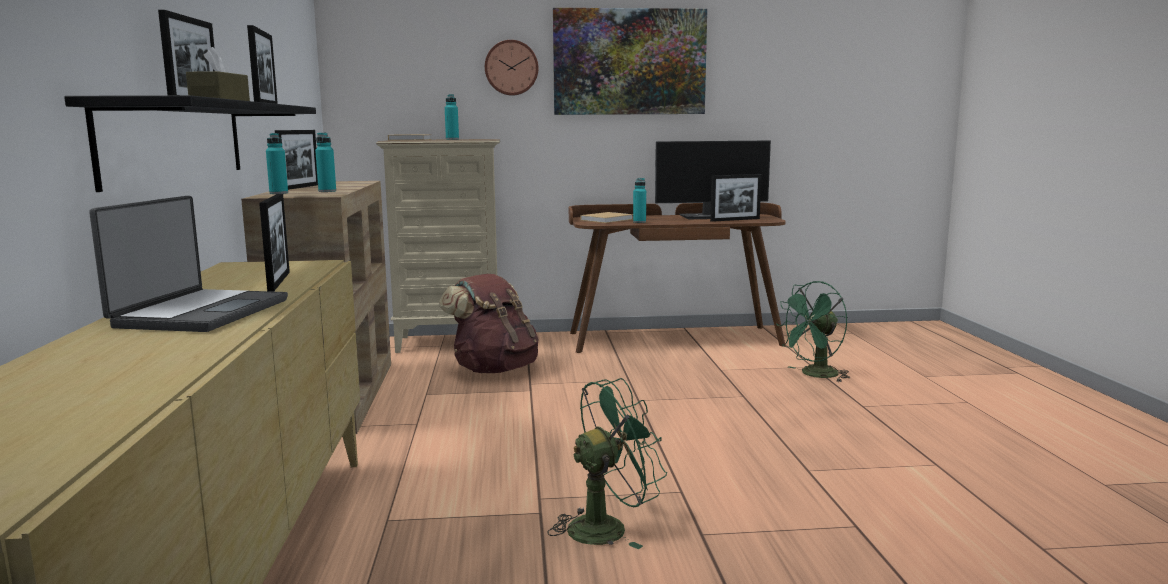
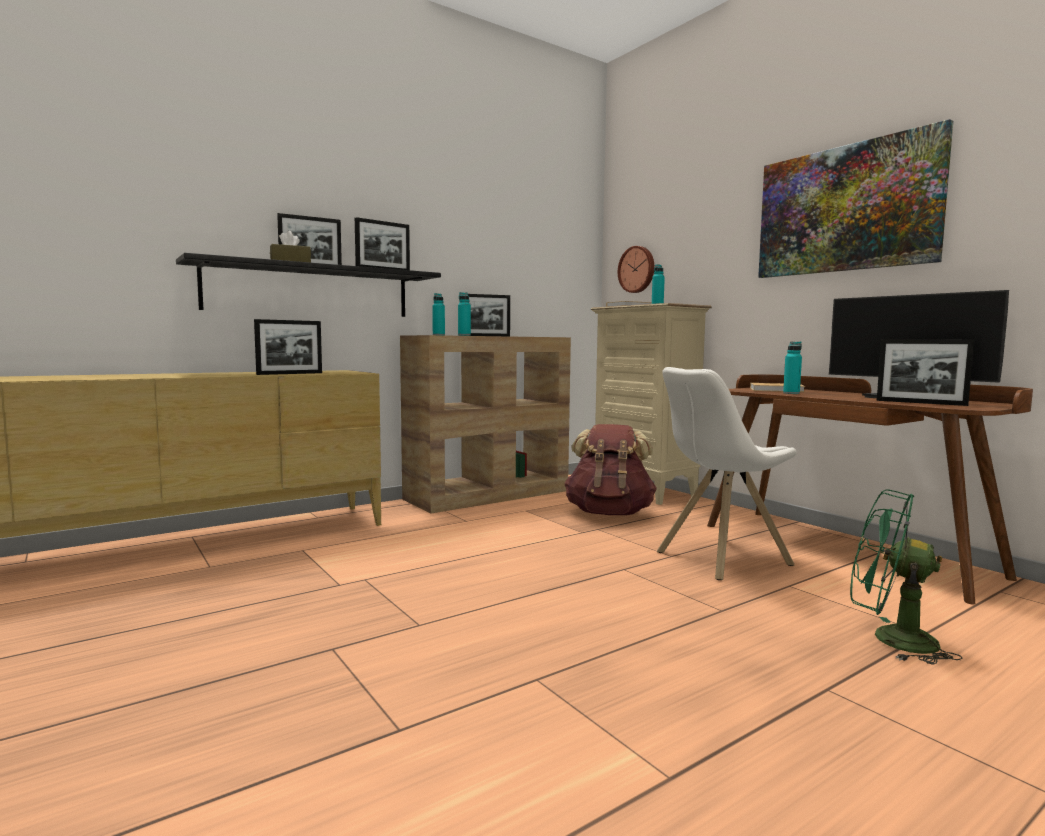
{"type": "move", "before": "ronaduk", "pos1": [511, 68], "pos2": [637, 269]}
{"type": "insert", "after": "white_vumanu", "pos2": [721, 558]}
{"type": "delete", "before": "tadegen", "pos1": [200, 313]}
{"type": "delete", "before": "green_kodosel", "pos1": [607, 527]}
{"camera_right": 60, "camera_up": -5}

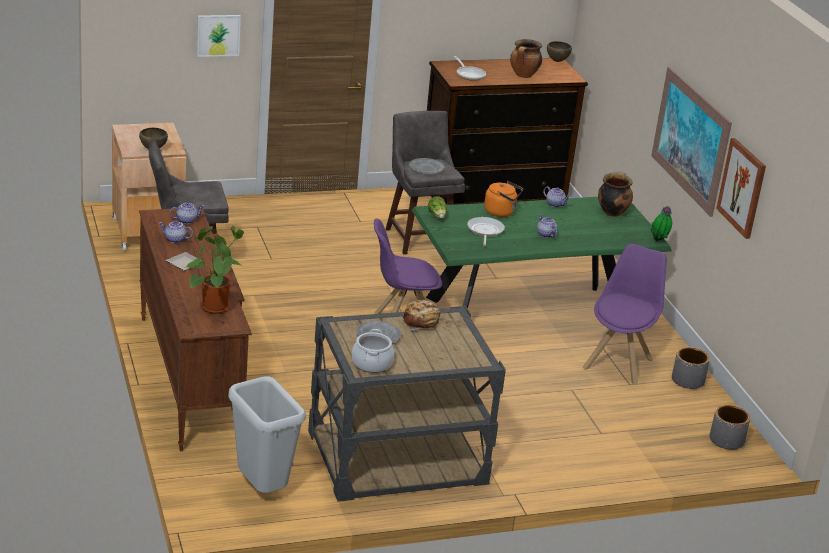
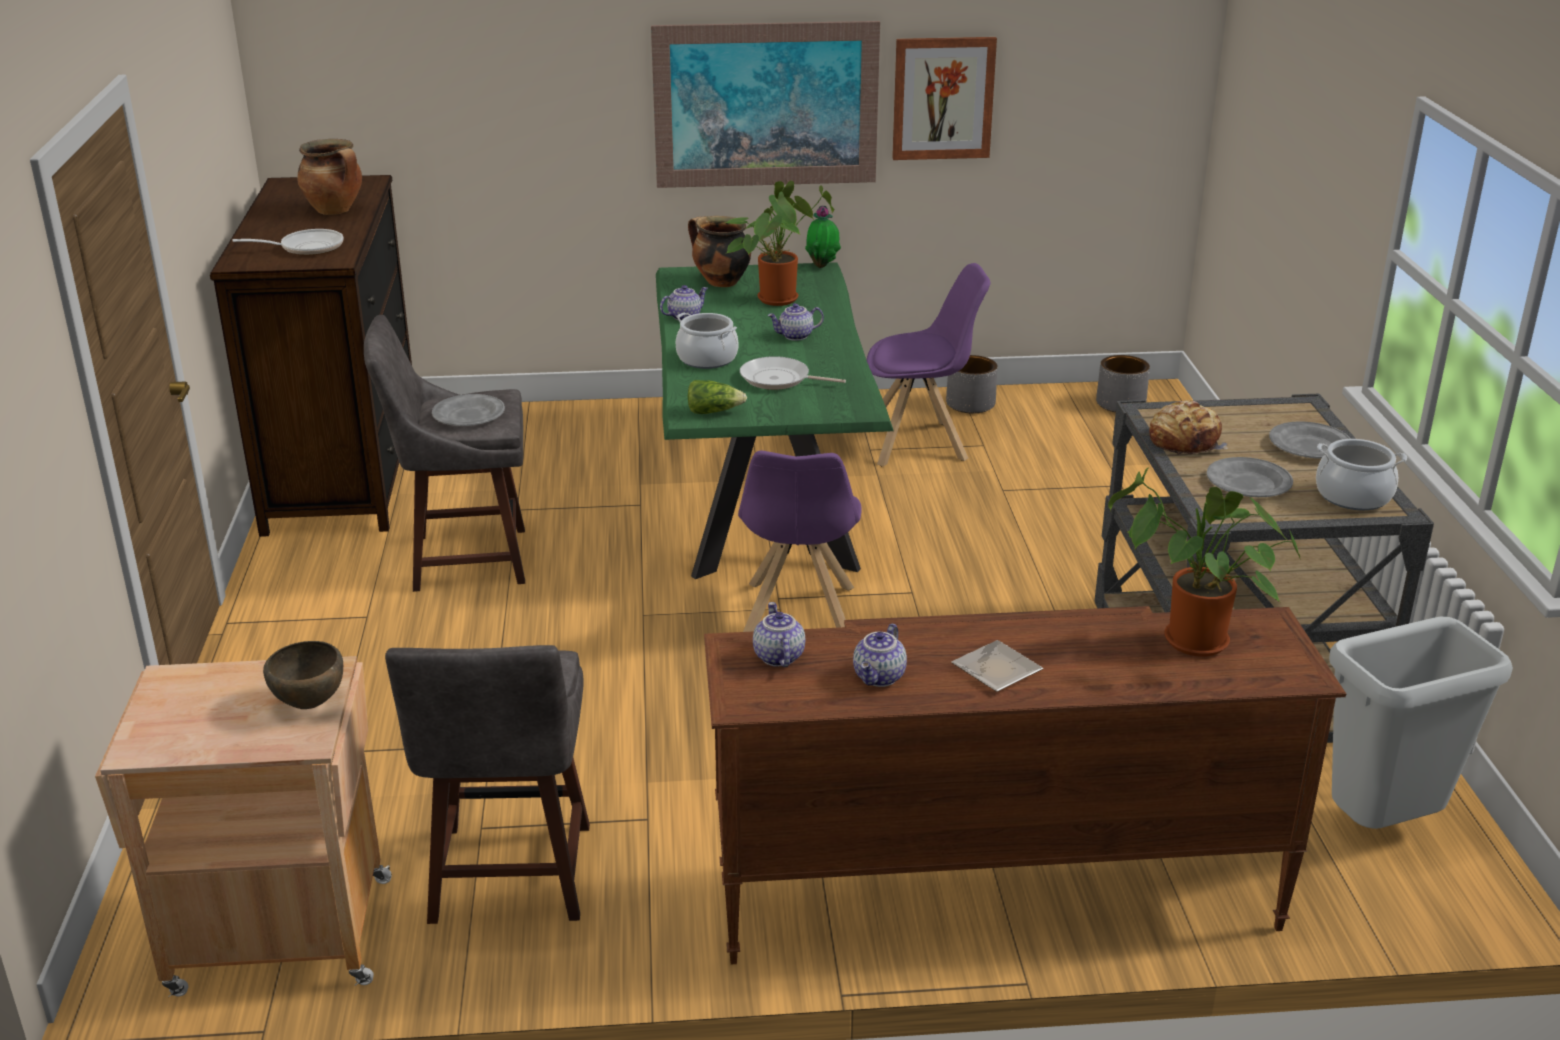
{"type": "replace", "before": "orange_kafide", "after": "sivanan", "pos1": [501, 212], "pos2": [707, 359]}
{"type": "insert", "after": "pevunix", "pos2": [778, 297]}
{"type": "rotate", "before": "purple_vumanu", "pos1": [619, 362], "pos2": [920, 443], "turn": 135}
{"type": "insert", "after": "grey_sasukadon", "pos2": [1309, 446]}
{"type": "delete", "before": "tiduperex", "pos1": [218, 35]}
{"type": "delete", "before": "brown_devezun", "pos1": [557, 61]}
{"camera_right": -75, "camera_up": 0}

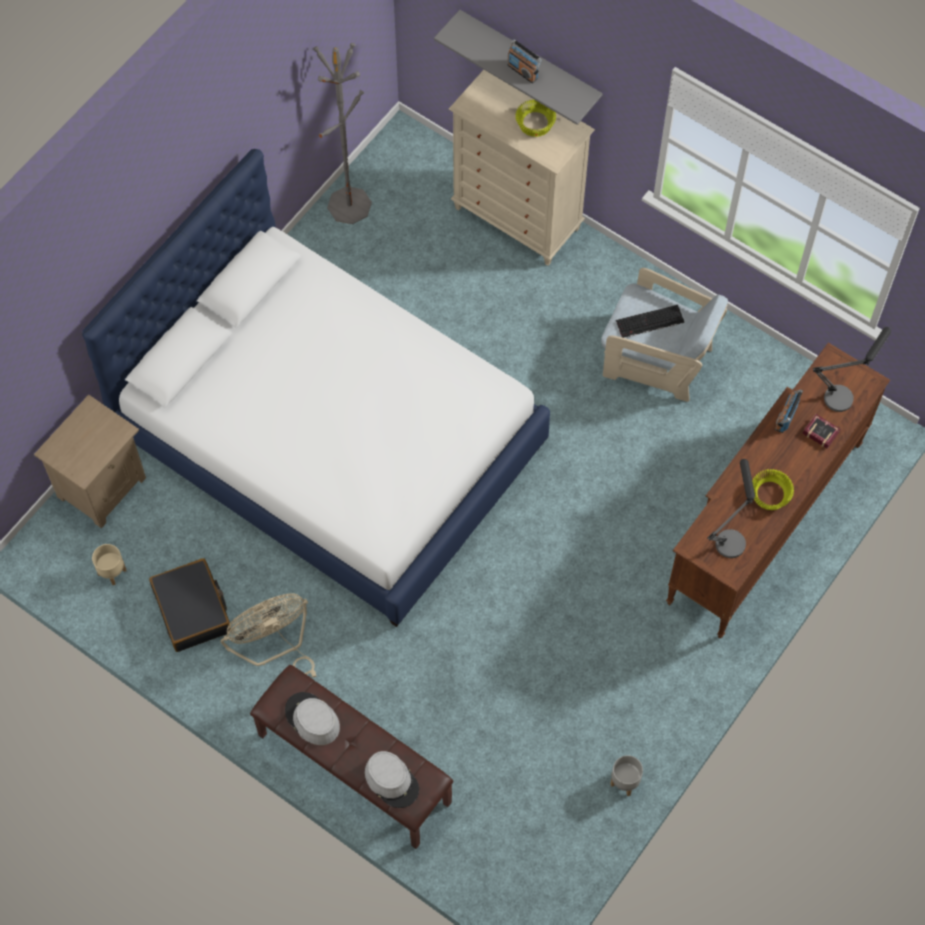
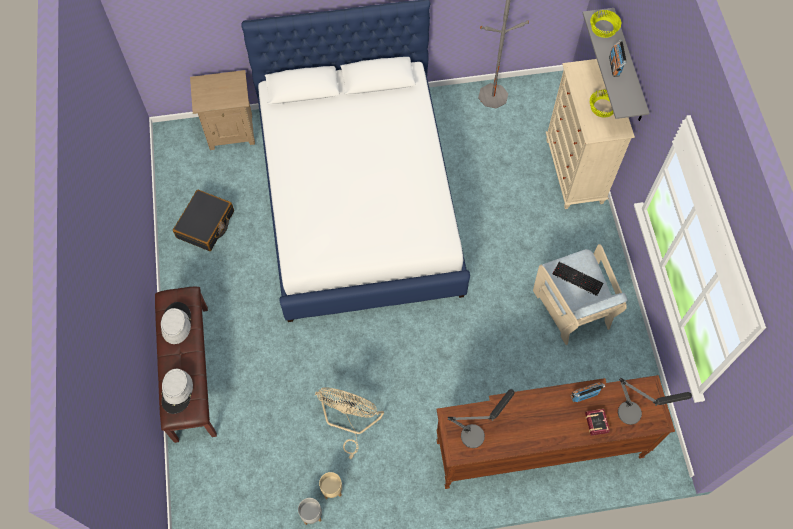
{"type": "move", "before": "beige_kodosel", "pos1": [277, 644], "pos2": [348, 421]}
{"type": "move", "before": "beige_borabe", "pos1": [112, 572], "pos2": [331, 489]}
{"type": "move", "before": "yellow_devezun", "pos1": [771, 494], "pos2": [604, 28]}
{"camera_right": 45, "camera_up": 0}

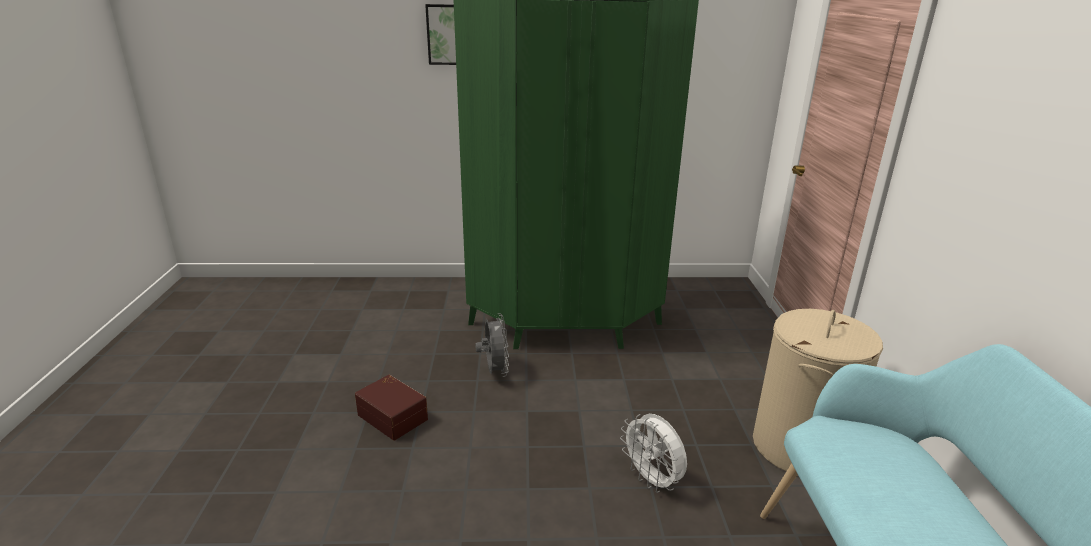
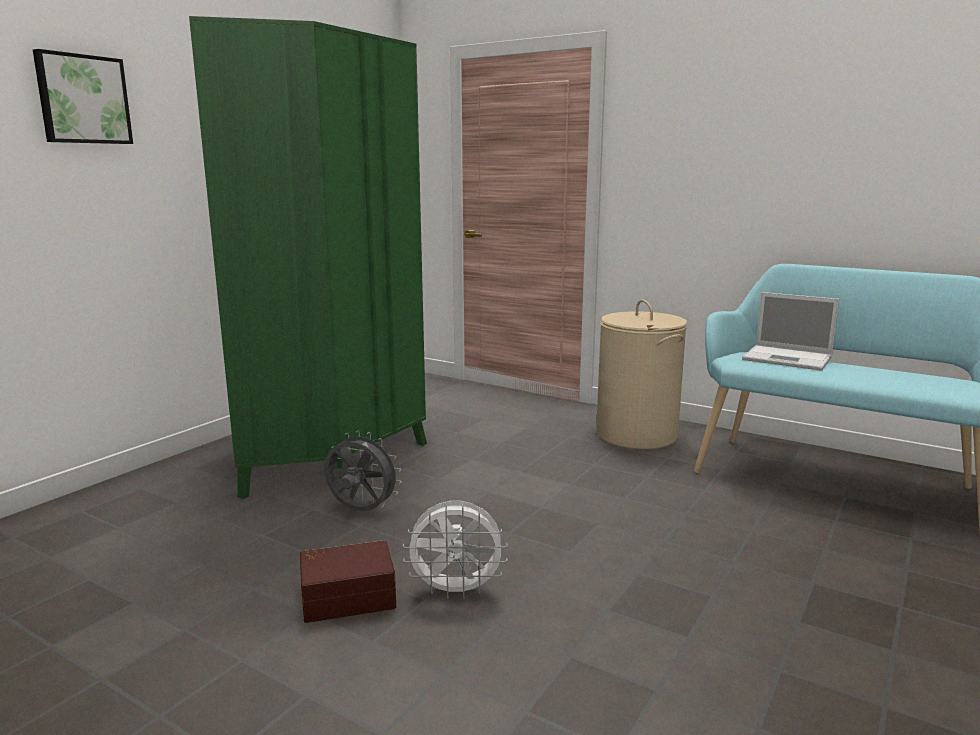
{"type": "move", "before": "white_kodosel", "pos1": [652, 480], "pos2": [456, 591]}
{"type": "insert", "after": "tadegen", "pos2": [789, 358]}
{"camera_right": -55, "camera_up": -10}

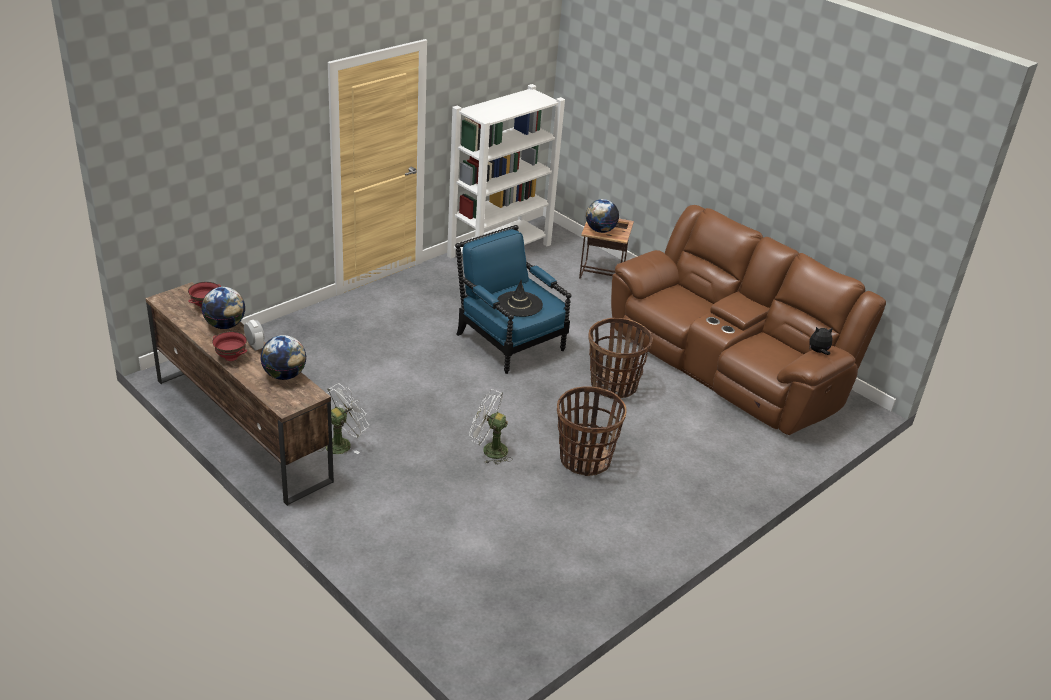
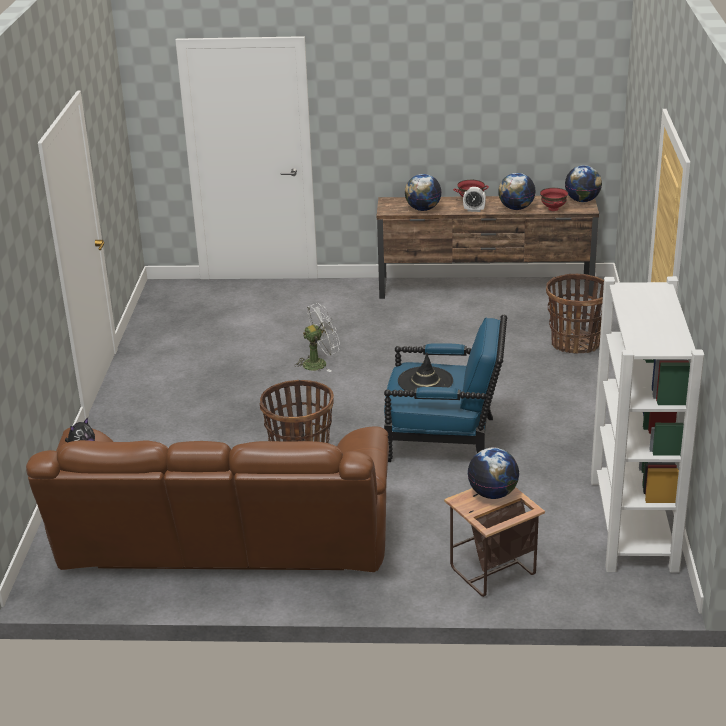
{"type": "move", "before": "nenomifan", "pos1": [584, 460], "pos2": [575, 343]}
{"type": "insert", "after": "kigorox", "pos2": [582, 200]}
{"type": "delete", "before": "white_kodosel", "pos1": [342, 443]}
{"camera_right": 140, "camera_up": -5}

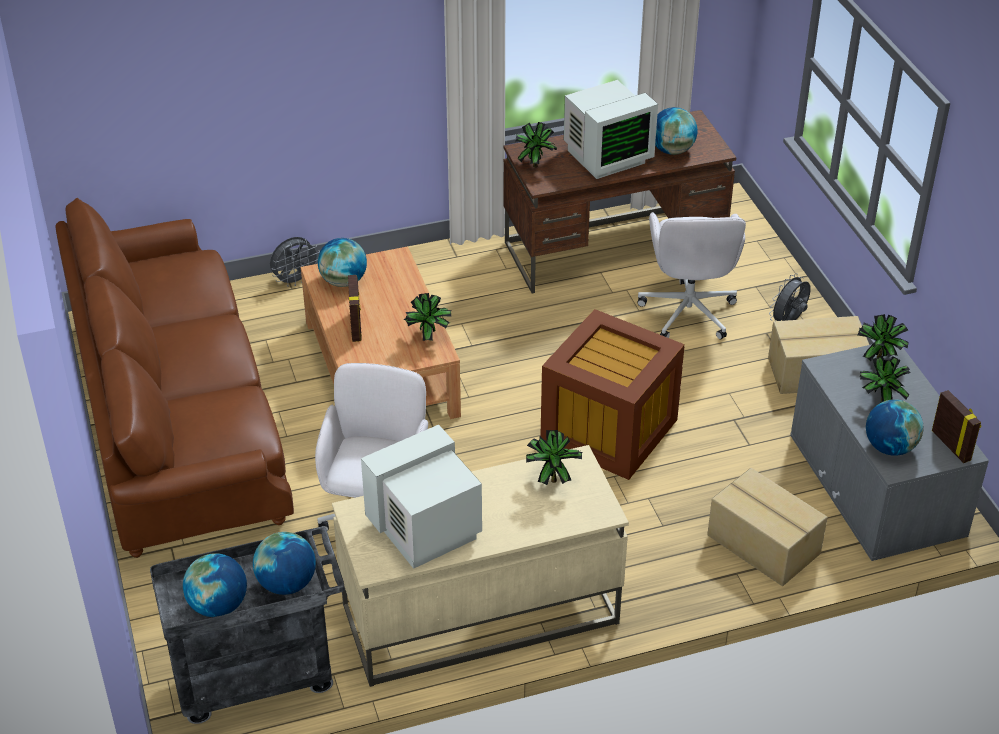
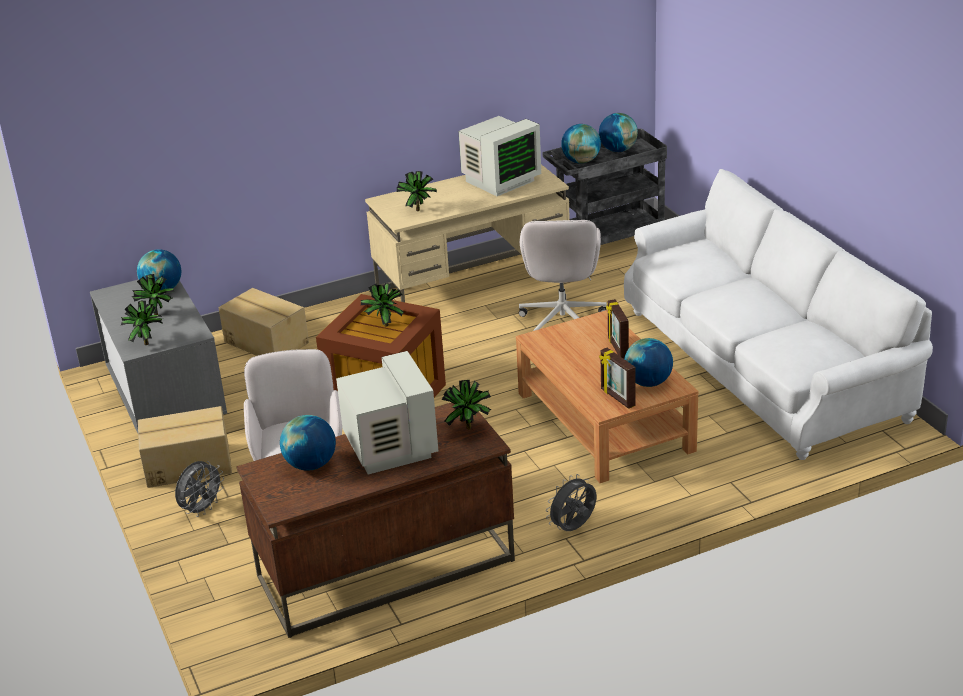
{"type": "rotate", "before": "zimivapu", "pos1": [605, 156], "pos2": [389, 448], "turn": 105}
{"type": "move", "before": "pevunix", "pos1": [429, 338], "pos2": [383, 325]}
{"type": "move", "before": "grey_kodosel", "pos1": [295, 280], "pos2": [574, 528]}
{"type": "move", "before": "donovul", "pos1": [951, 445], "pos2": [617, 398]}
{"type": "recolor", "before": "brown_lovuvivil", "after": "white_lovuvivil", "pos1": [178, 420], "pos2": [762, 364]}
{"camera_right": 175, "camera_up": -10}

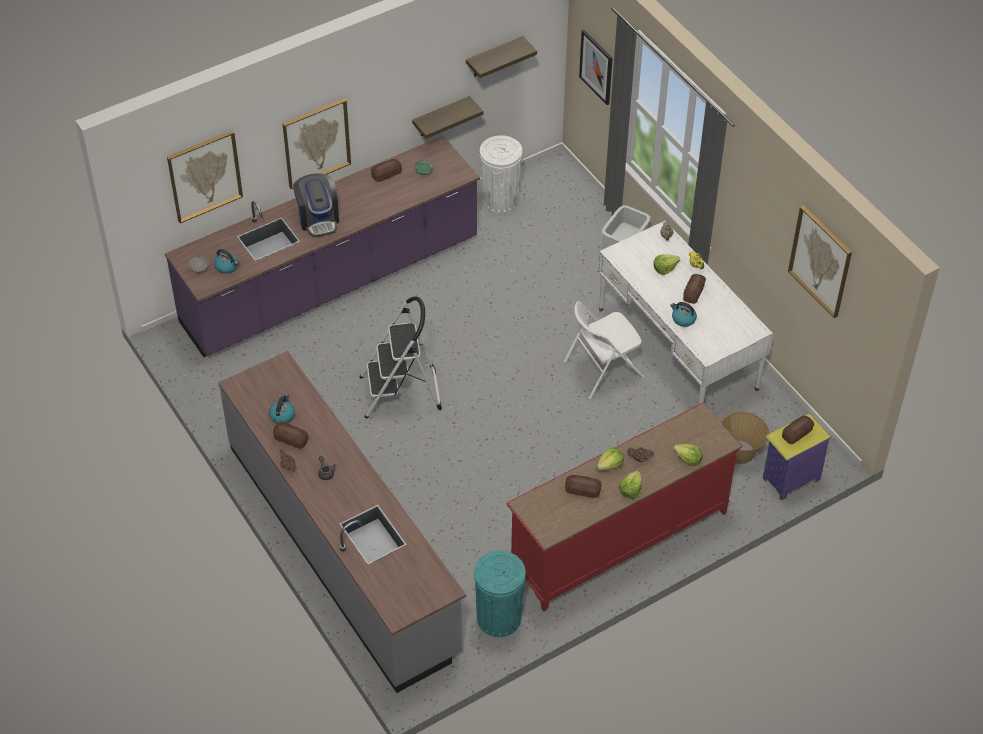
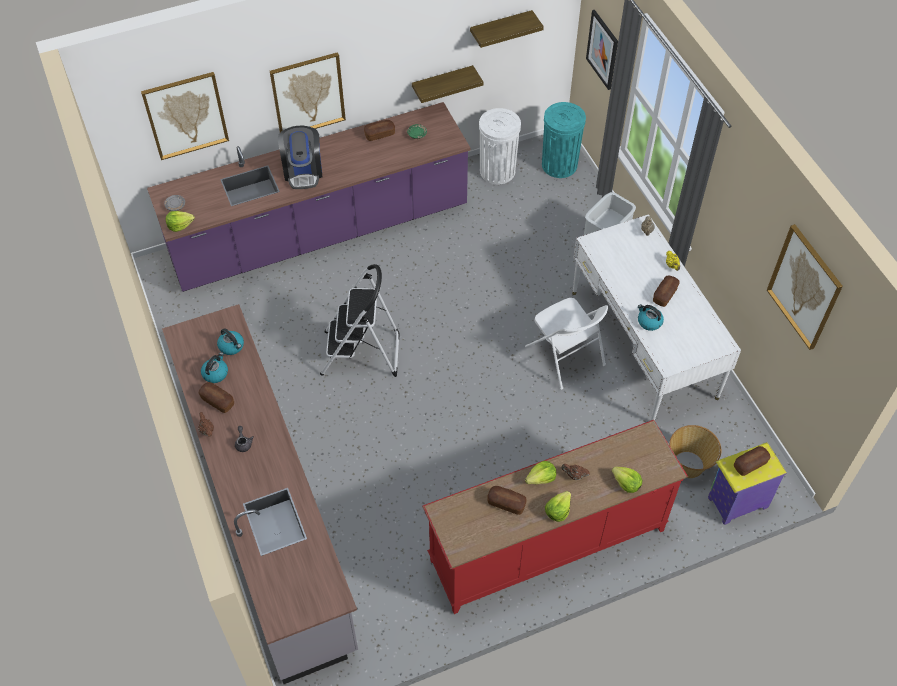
{"type": "move", "before": "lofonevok", "pos1": [664, 268], "pos2": [180, 225]}
{"type": "move", "before": "kafide", "pos1": [227, 267], "pos2": [232, 346]}
{"type": "rotate", "before": "white_vumanu", "pos1": [603, 369], "pos2": [564, 356], "turn": -105}
{"type": "move", "before": "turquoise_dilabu", "pos1": [499, 618], "pos2": [559, 165]}
{"camera_right": 10, "camera_up": 5}

